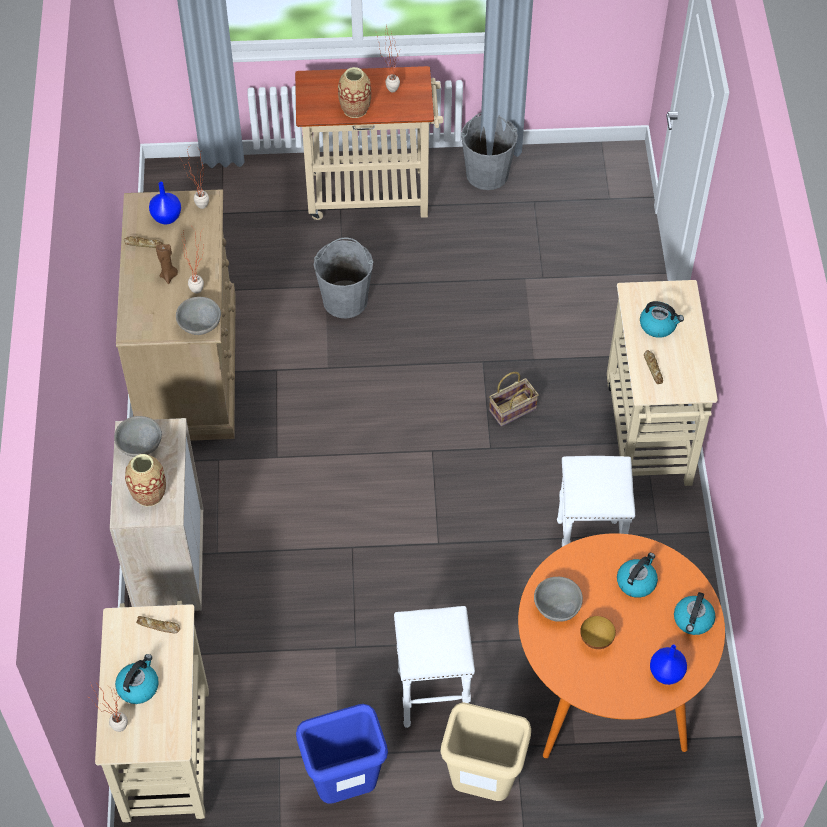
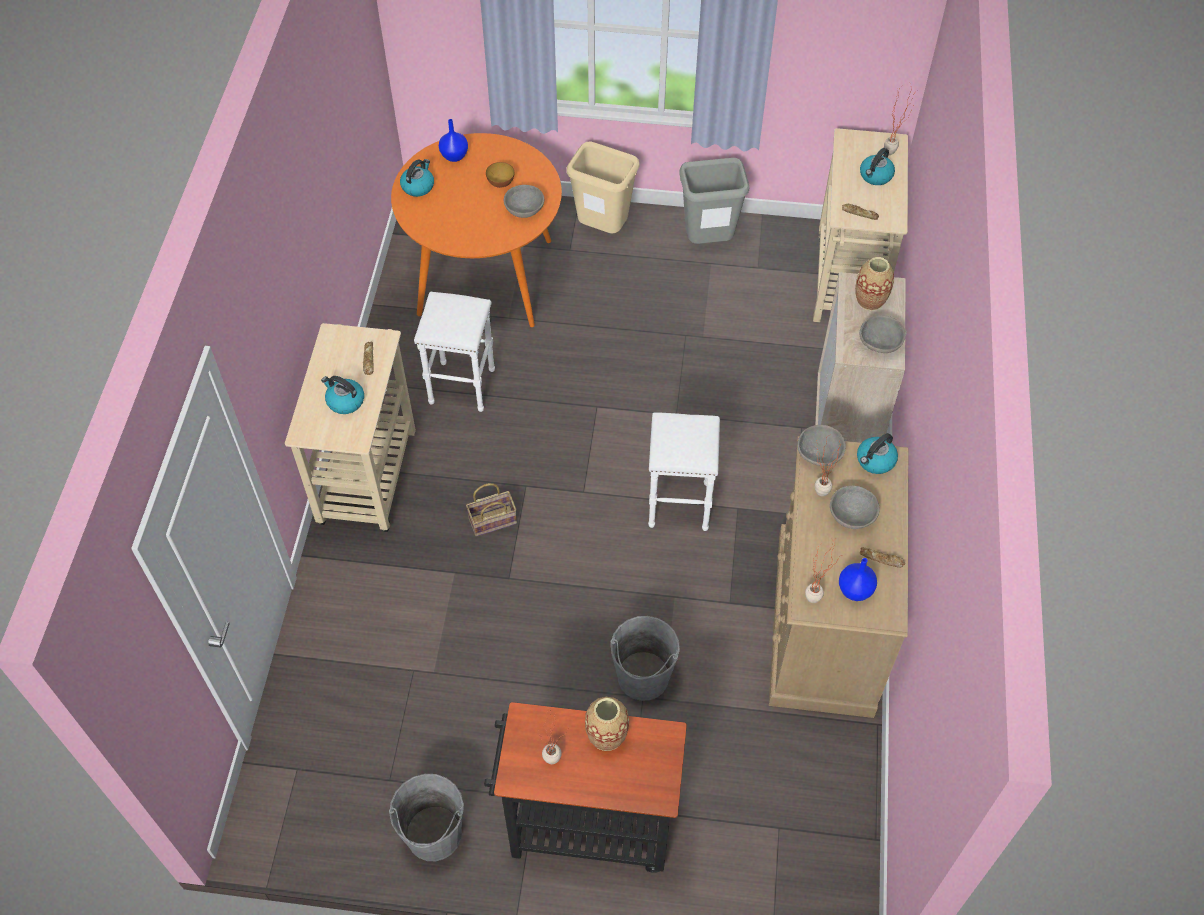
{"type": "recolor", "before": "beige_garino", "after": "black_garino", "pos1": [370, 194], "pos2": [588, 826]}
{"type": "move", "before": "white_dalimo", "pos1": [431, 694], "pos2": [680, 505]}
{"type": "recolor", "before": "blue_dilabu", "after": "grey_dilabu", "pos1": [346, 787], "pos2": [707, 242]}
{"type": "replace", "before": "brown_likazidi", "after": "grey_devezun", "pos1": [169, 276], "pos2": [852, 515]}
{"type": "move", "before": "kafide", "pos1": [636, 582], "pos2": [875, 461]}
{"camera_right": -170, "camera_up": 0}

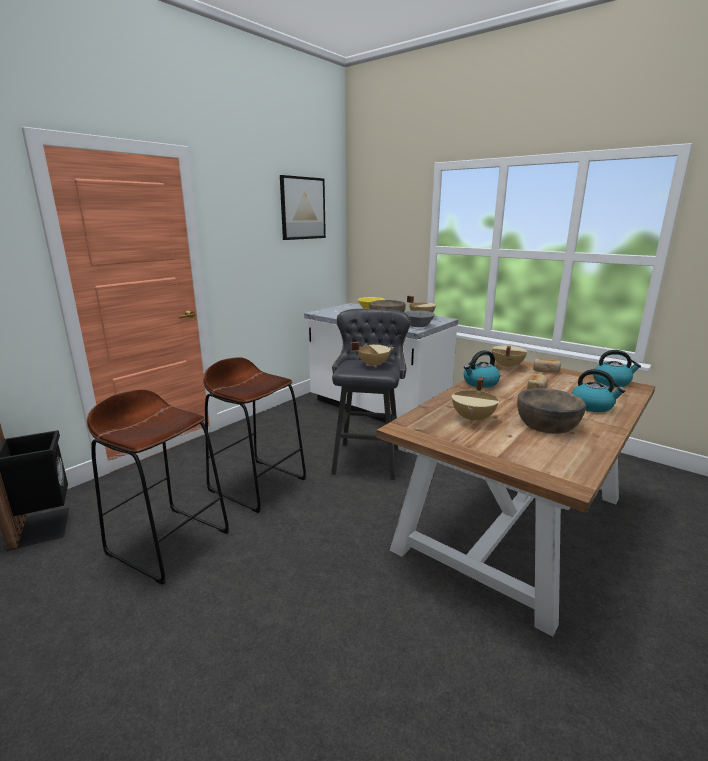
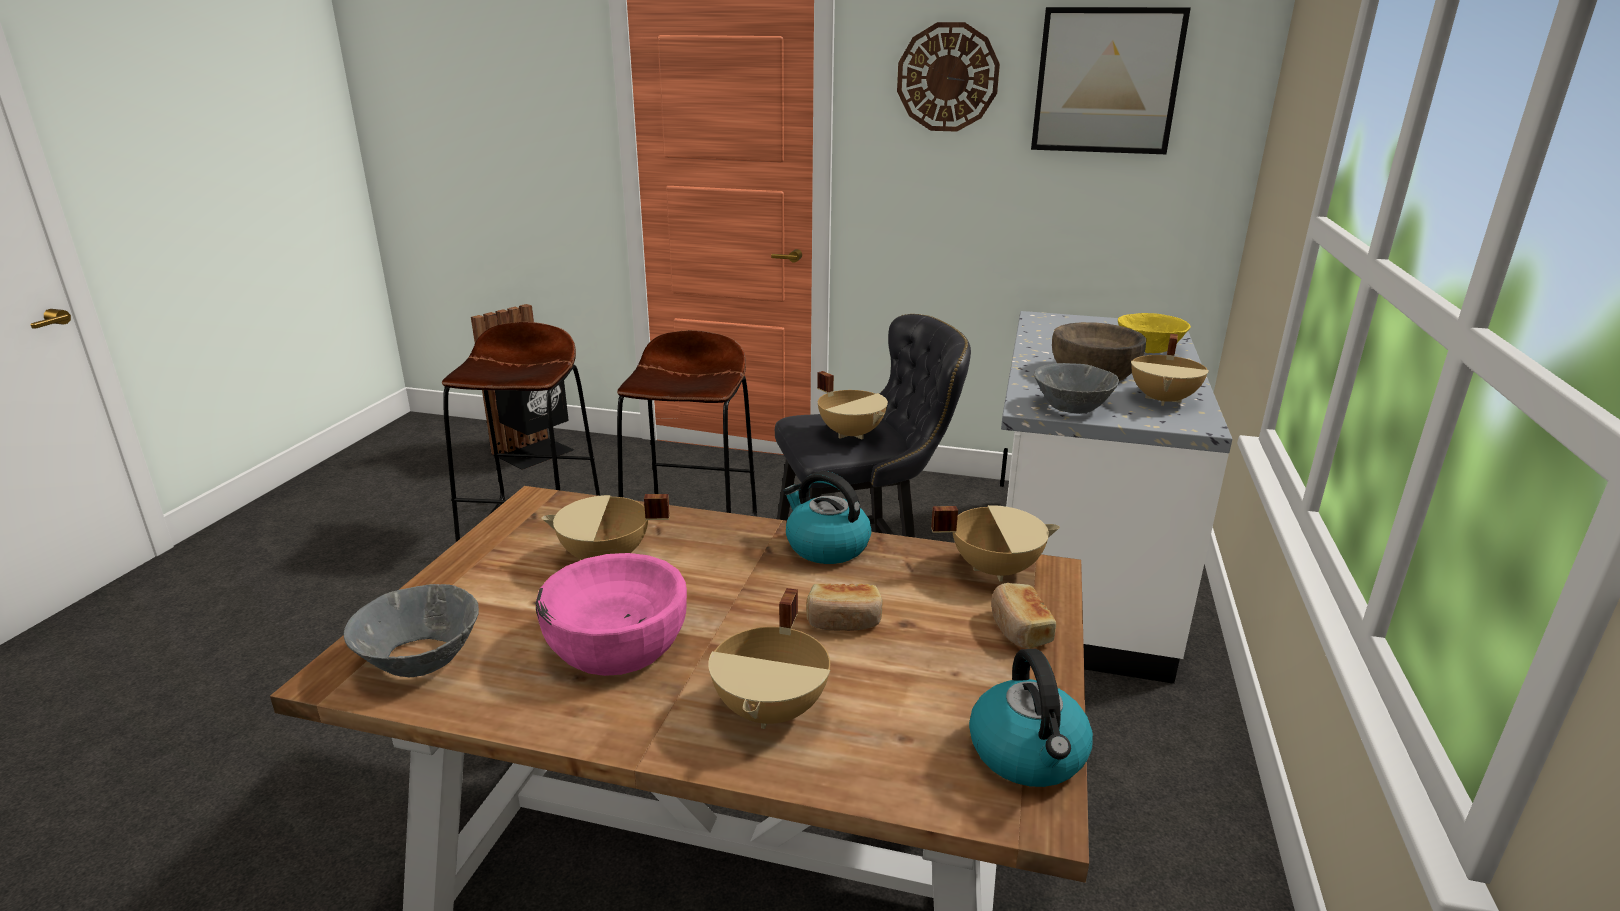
{"type": "insert", "after": "grey_devezun", "pos2": [420, 659]}
{"type": "recolor", "before": "brown_devezun", "after": "pink_devezun", "pos1": [547, 424], "pos2": [617, 643]}
{"type": "replace", "before": "kafide", "after": "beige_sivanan", "pos1": [592, 406], "pos2": [773, 709]}
{"type": "insert", "after": "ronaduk", "pos2": [947, 77]}
{"camera_right": 65, "camera_up": 5}

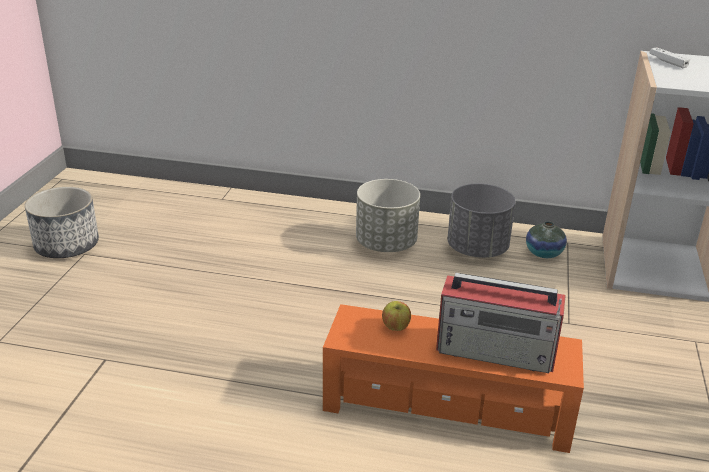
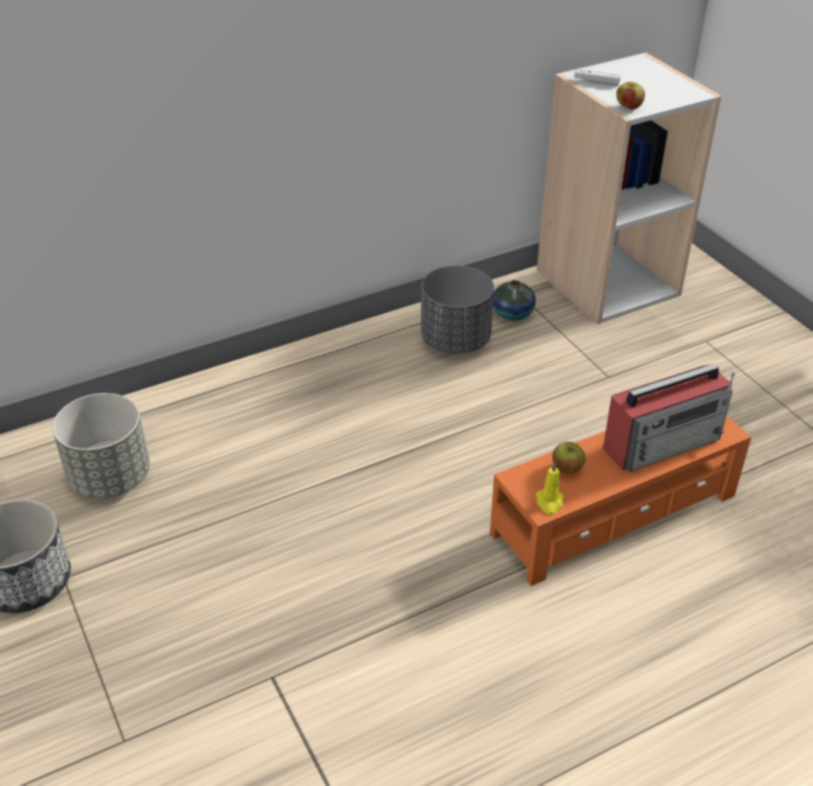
{"type": "move", "before": "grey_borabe", "pos1": [386, 244], "pos2": [111, 477]}
{"type": "insert", "after": "yellow_likazidi", "pos2": [549, 502]}
{"type": "insert", "after": "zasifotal", "pos2": [629, 107]}
{"camera_right": -40, "camera_up": 10}

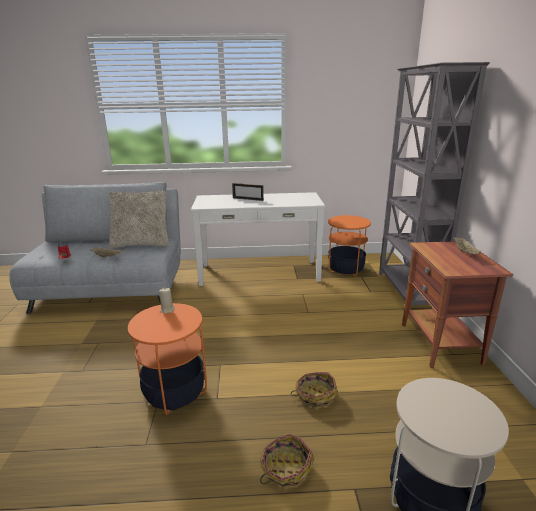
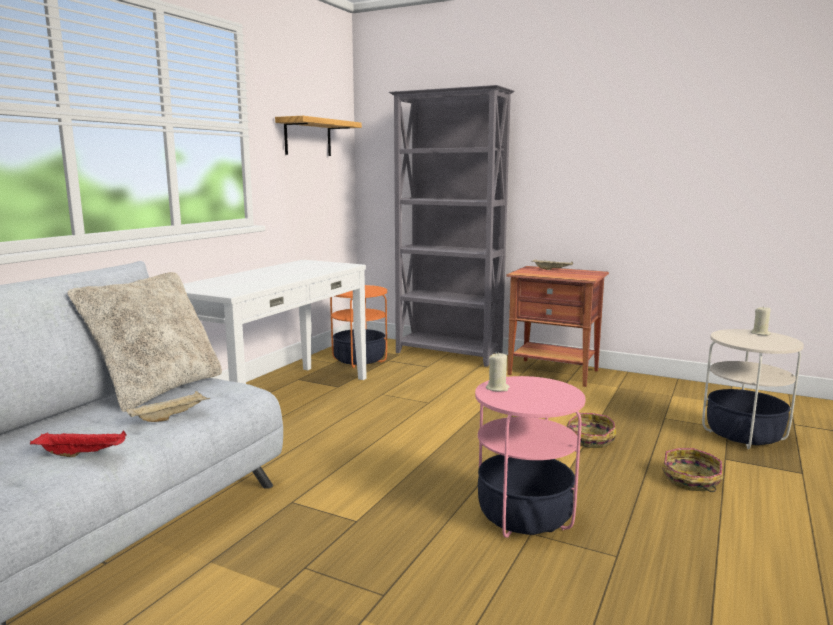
{"type": "insert", "after": "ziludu", "pos2": [308, 138]}
{"type": "recolor", "before": "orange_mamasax", "after": "pink_mamasax", "pos1": [175, 393], "pos2": [524, 517]}
{"type": "insert", "after": "beige_likazidi", "pos2": [760, 333]}
{"type": "delete", "before": "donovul", "pos1": [248, 199]}
{"camera_right": -60, "camera_up": -10}

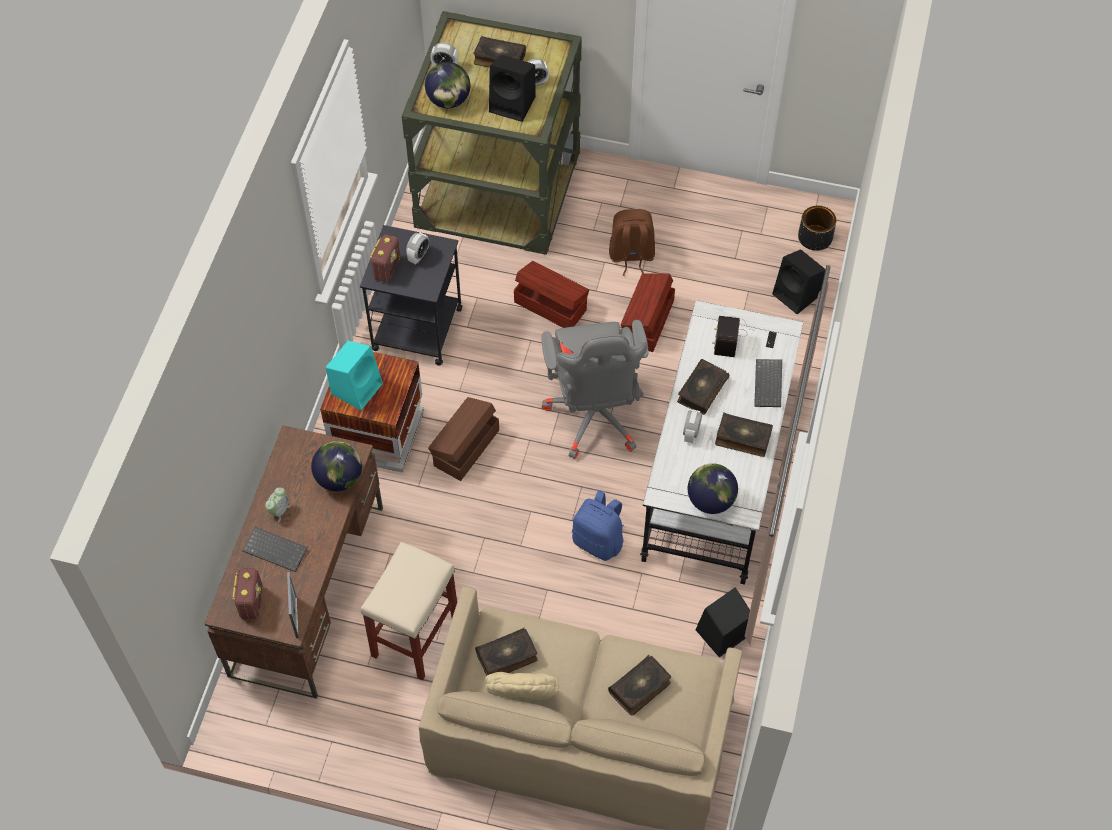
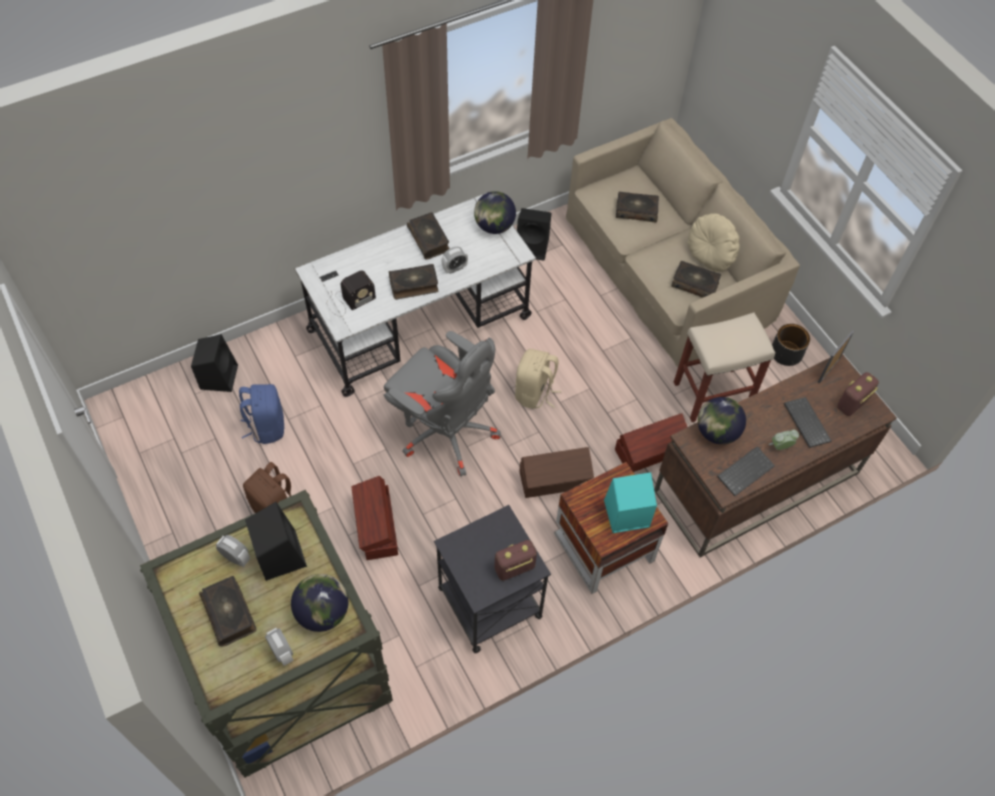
{"type": "move", "before": "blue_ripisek", "pos1": [599, 541], "pos2": [266, 426]}
{"type": "rotate", "before": "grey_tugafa", "pos1": [593, 408], "pos2": [441, 428], "turn": 90}
{"type": "insert", "after": "beige_ripisek", "pos2": [535, 393]}
{"type": "move", "before": "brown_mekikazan", "pos1": [647, 322], "pos2": [651, 451]}
{"type": "move", "before": "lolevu", "pos1": [769, 384], "pos2": [745, 470]}
{"type": "move", "before": "black_borabe", "pos1": [814, 238], "pos2": [786, 353]}
{"type": "delete", "before": "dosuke", "pos1": [418, 256]}
{"camera_right": -135, "camera_up": 0}

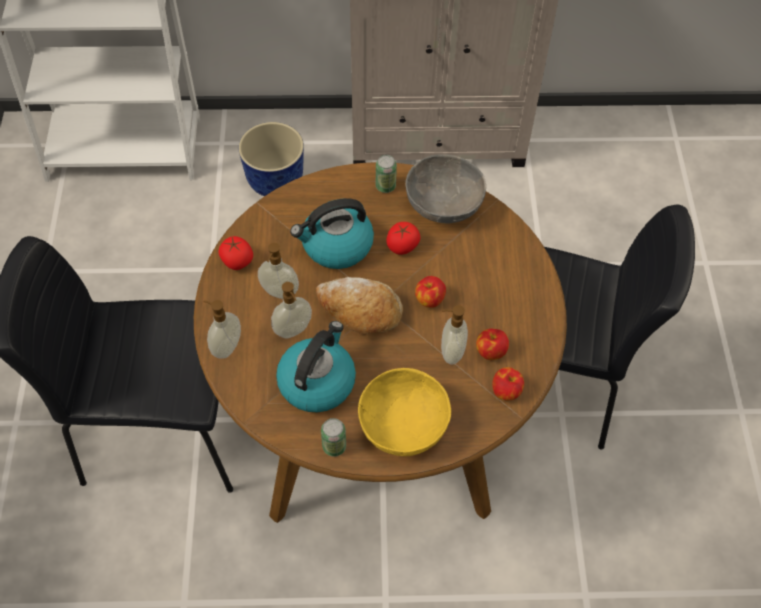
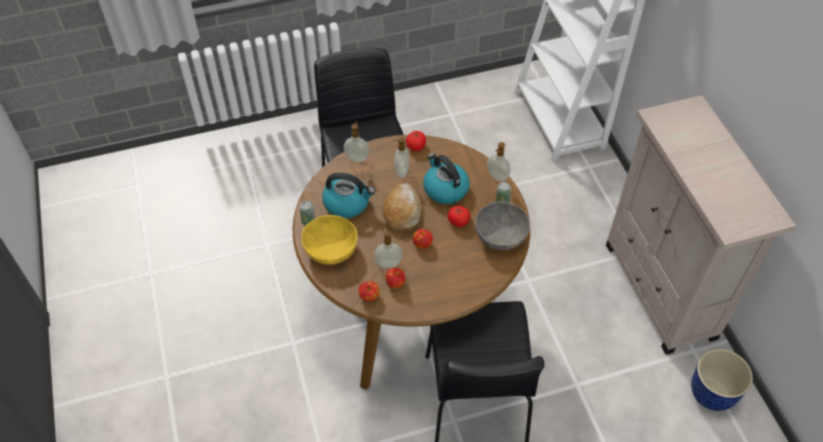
{"type": "move", "before": "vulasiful", "pos1": [293, 330], "pos2": [497, 177]}
{"type": "move", "before": "borabe", "pos1": [275, 182], "pos2": [712, 394]}
{"camera_right": 75, "camera_up": -5}

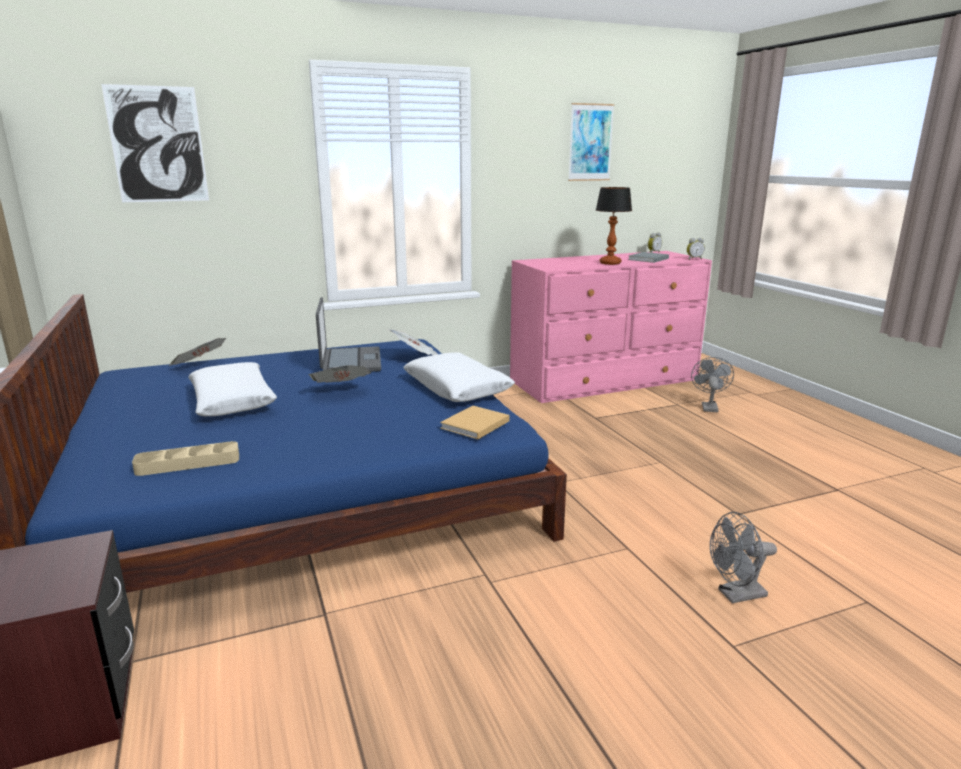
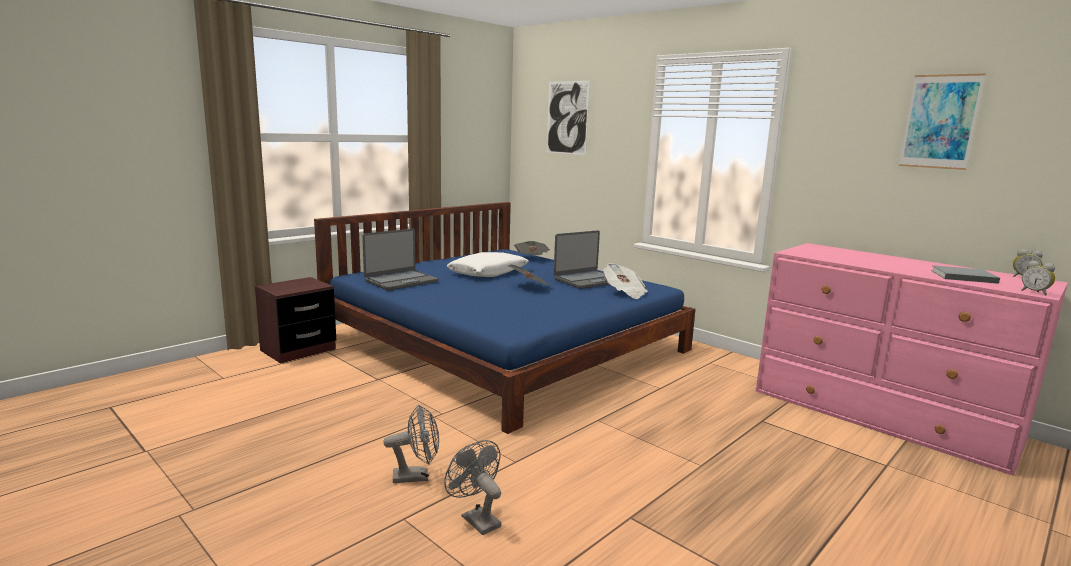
{"type": "replace", "before": "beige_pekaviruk", "after": "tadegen", "pos1": [188, 463], "pos2": [401, 281]}
{"type": "move", "before": "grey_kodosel", "pos1": [708, 406], "pos2": [416, 476]}
{"type": "delete", "before": "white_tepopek", "pos1": [457, 388]}
{"type": "delete", "before": "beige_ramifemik", "pos1": [474, 425]}
{"type": "delete", "before": "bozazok", "pos1": [609, 263]}
{"camera_right": 65, "camera_up": -5}

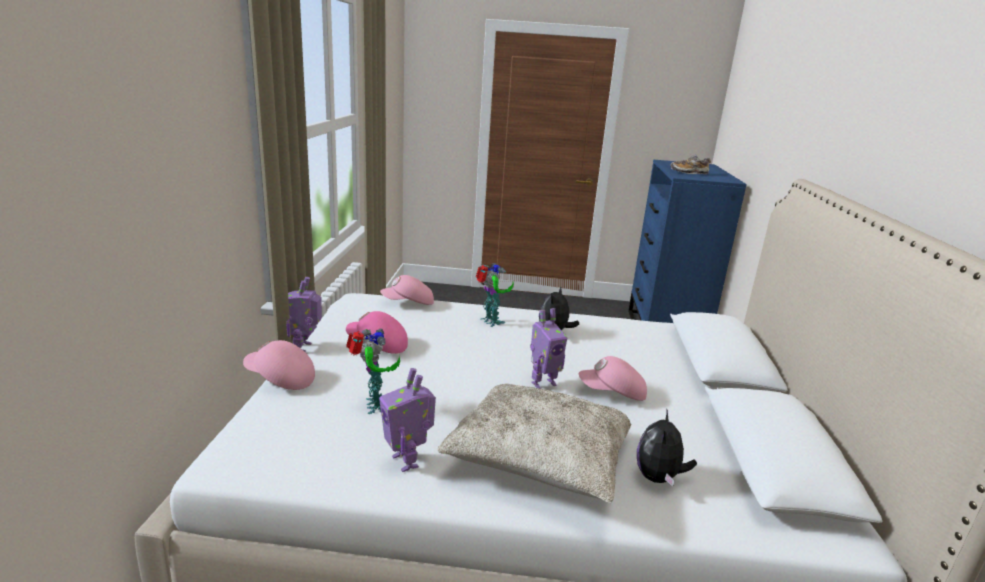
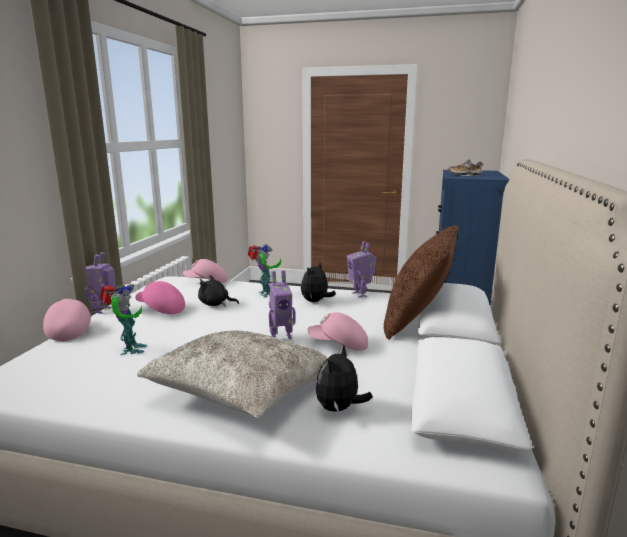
{"type": "rotate", "before": "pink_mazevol", "pos1": [280, 379], "pos2": [69, 330], "turn": 45}
{"type": "insert", "after": "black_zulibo", "pos2": [215, 304]}
{"type": "move", "before": "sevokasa", "pos1": [407, 461], "pos2": [360, 294]}
{"type": "insert", "after": "brown_tepopek", "pos2": [418, 322]}
{"camera_right": 10, "camera_up": -5}

